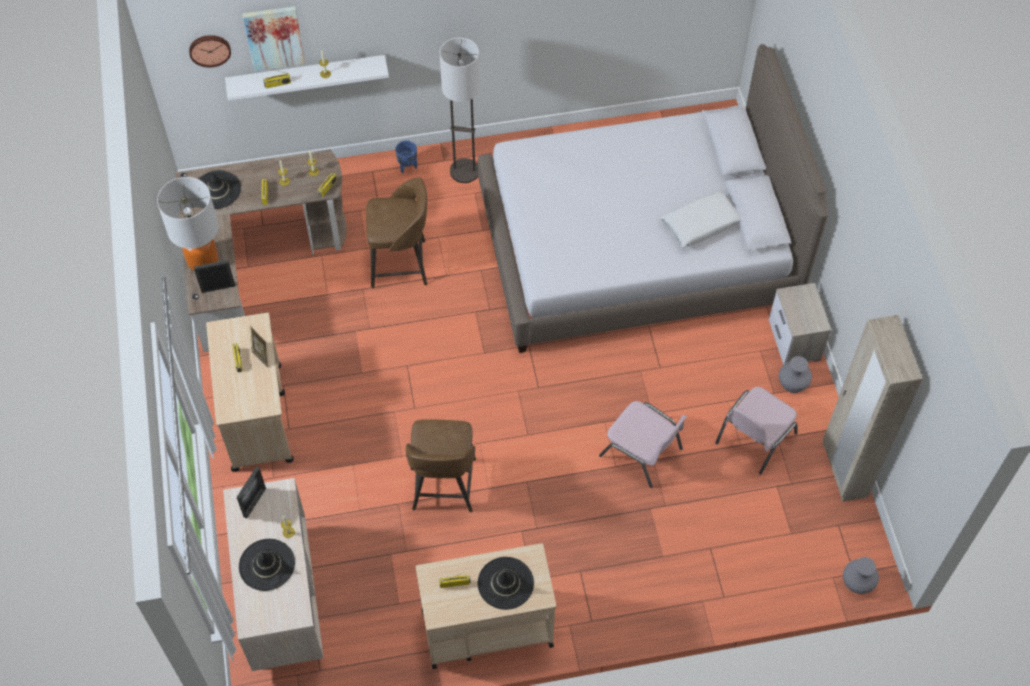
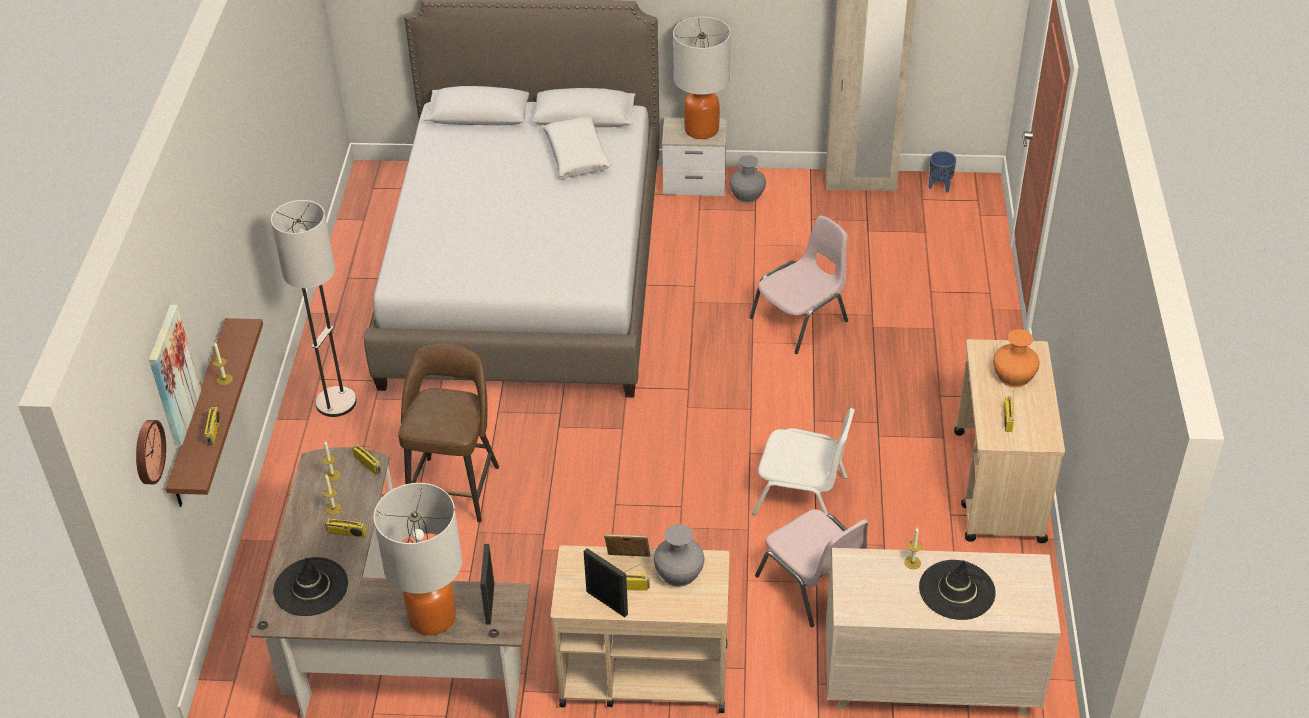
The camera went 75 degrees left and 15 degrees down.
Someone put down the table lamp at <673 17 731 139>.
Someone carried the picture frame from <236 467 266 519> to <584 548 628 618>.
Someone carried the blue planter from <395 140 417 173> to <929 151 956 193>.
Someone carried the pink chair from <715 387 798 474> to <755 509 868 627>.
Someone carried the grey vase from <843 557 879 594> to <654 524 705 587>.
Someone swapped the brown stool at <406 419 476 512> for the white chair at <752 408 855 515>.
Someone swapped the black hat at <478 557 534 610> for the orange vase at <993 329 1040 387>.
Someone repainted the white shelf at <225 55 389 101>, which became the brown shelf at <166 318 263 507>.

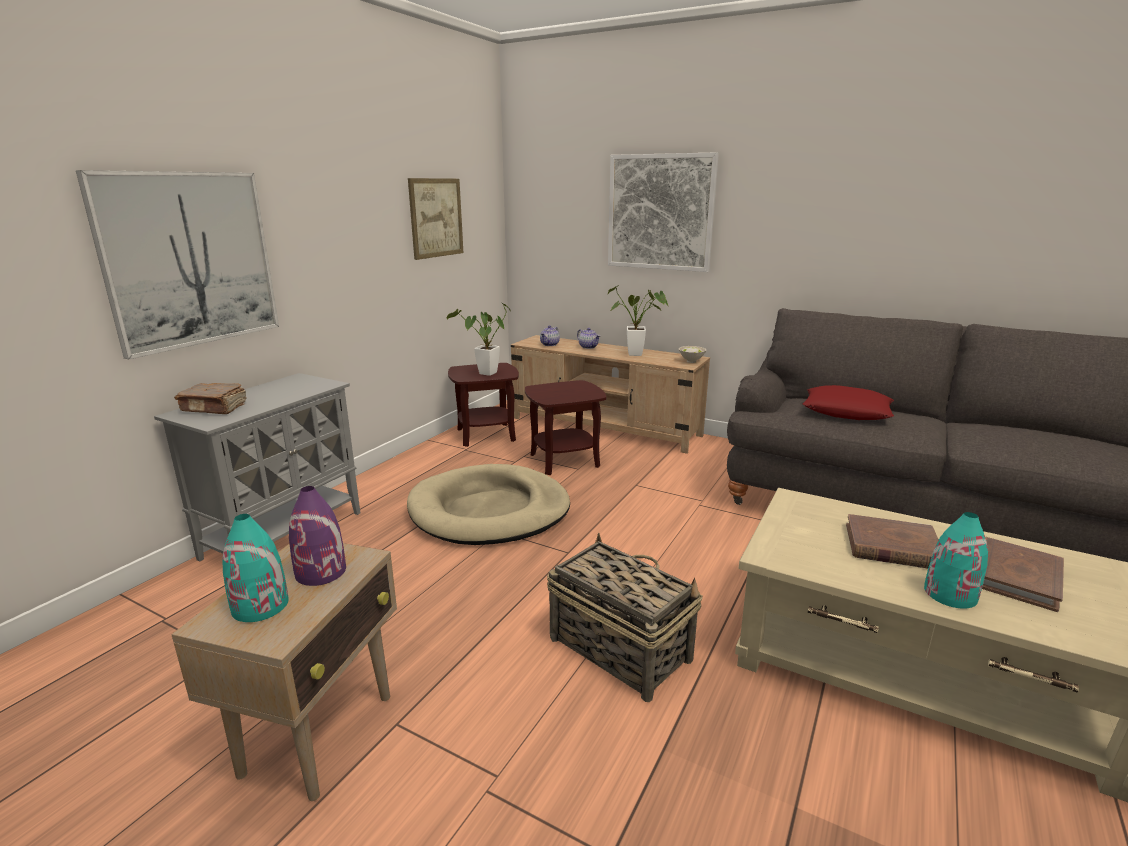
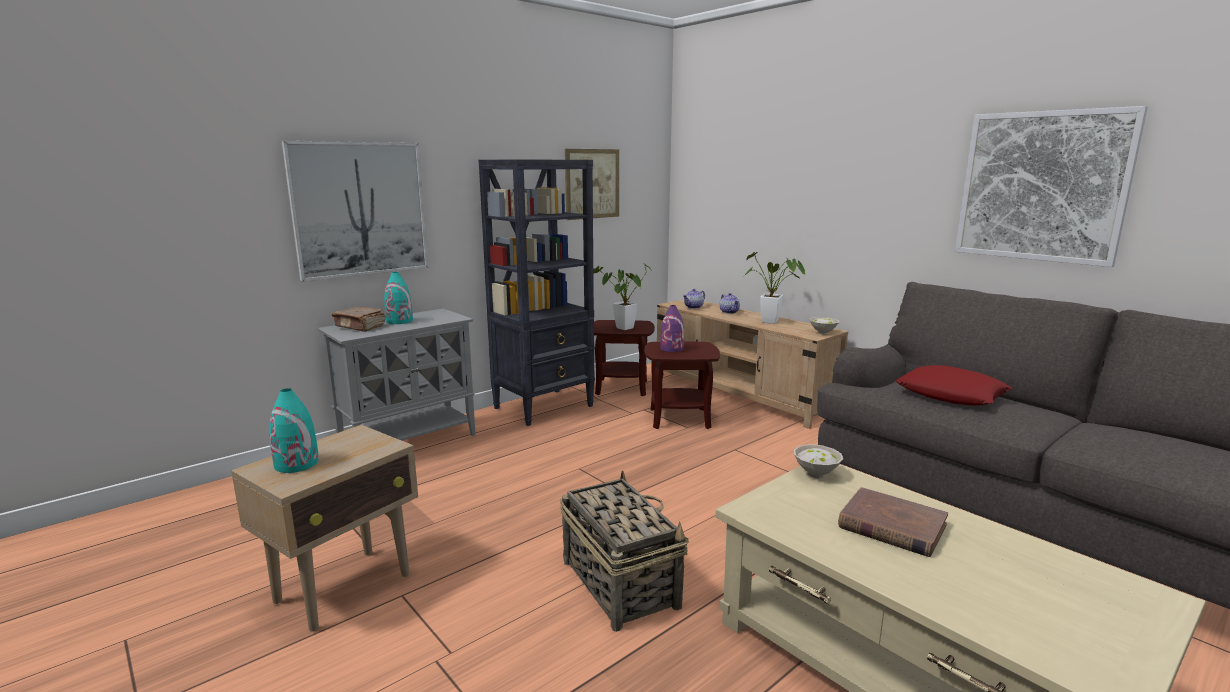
The camera went 20 degrees right and 5 degrees down.
Someone took away the beige dog bed at <407 464 570 545>.
Someone took away the brown book at <982 537 1064 612>.
Someone put down the black bookcase at <479 160 595 426>.
Someone put down the white bowl at <794 444 843 479>.
Someone carried the purple vase from <289 486 346 586> to <660 305 684 352>.
Someone carried the picture from <608 152 719 272> to <955 106 1148 267>.
Someone carried the turquoise vase from <924 512 988 609> to <384 272 413 324>.

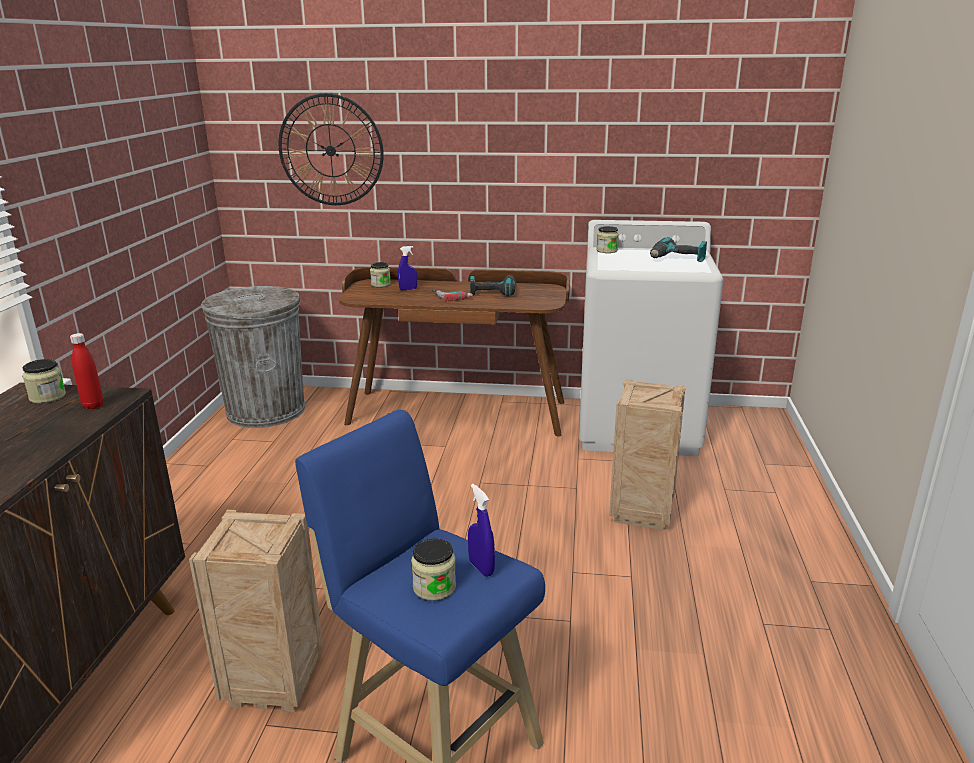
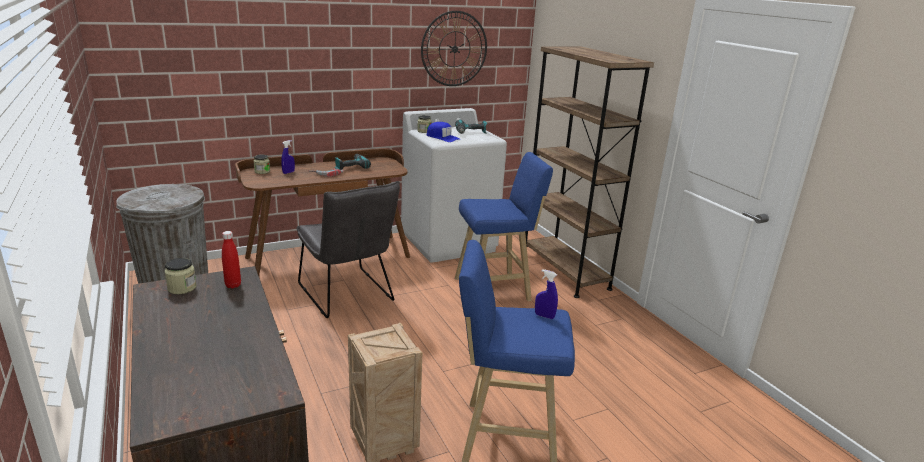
The camera went 35 degrees left and 0 degrees up.
Someone took away the jar at <411 538 456 601>.
Someone put down the grey chair at <297 181 400 318>.
Someone put down the blue cap at <427 122 460 142>.
Someone put down the brown bookcase at <525 46 654 298>.
Someone carried the wall clock from <279 93 384 205> to <421 11 487 86>.
Someone swapped the crate at <609 379 686 530> for the blue stool at <455 152 553 301>.

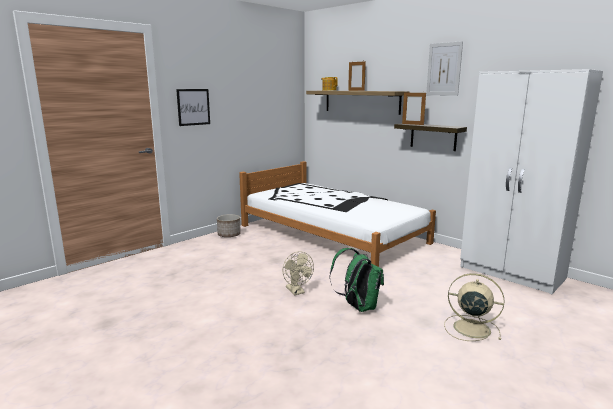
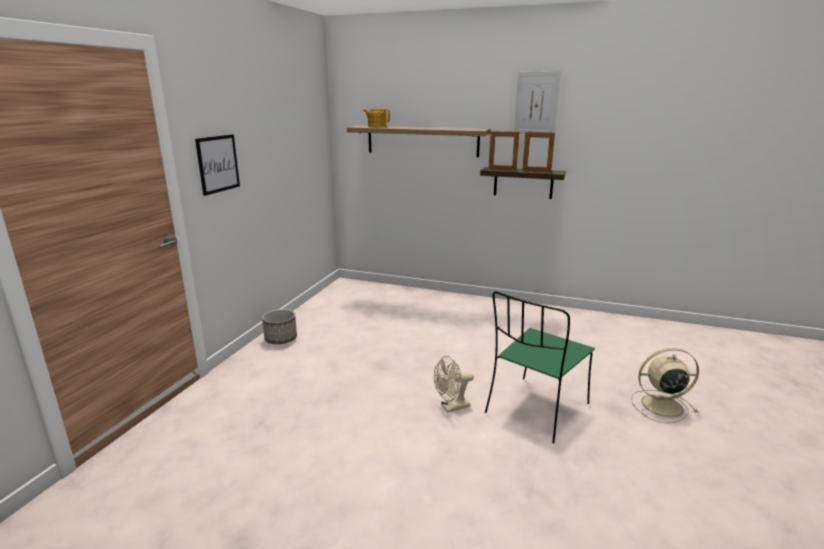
The camera went 25 degrees left and 5 degrees up.
Someone took away the white bed at <239 161 436 267>.
Someone took away the white wardrobe at <460 69 603 294>.
Someone carried the picture frame from <348 61 366 91> to <522 131 555 172>.
Someone swapped the green backpack at <330 248 384 312> for the green chair at <485 291 595 444>.
Someone rotated the beige fan at <282 251 314 295> by 120 degrees clockwise.

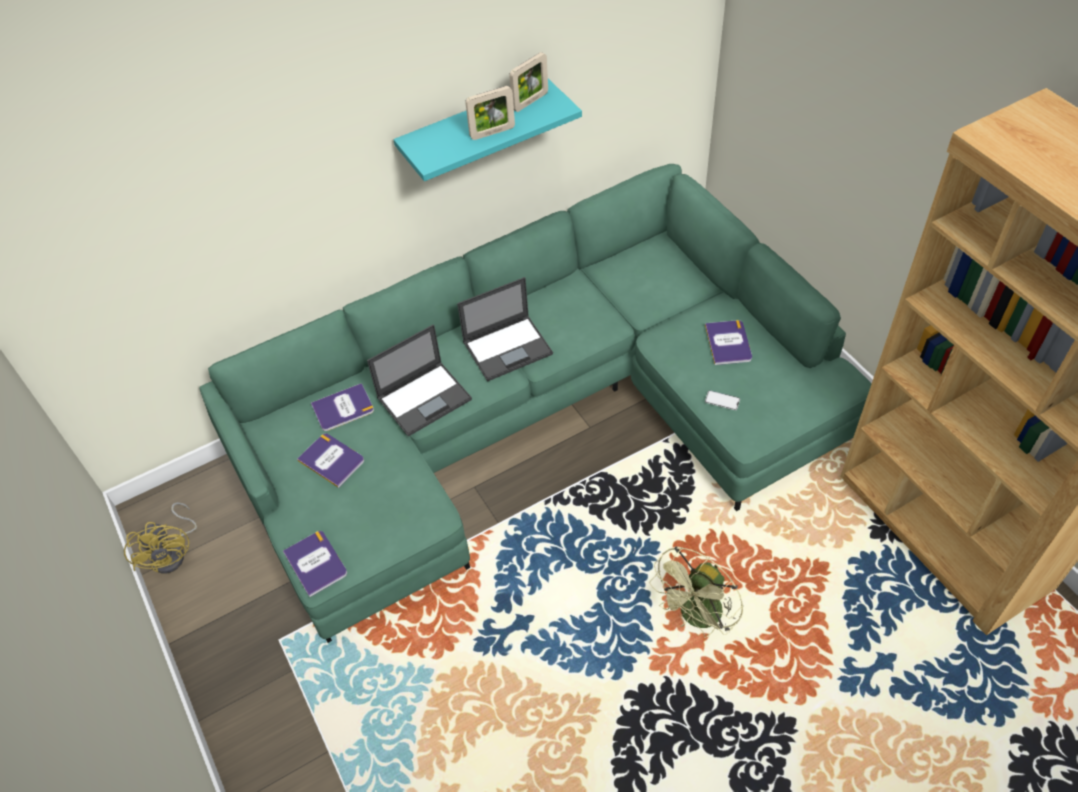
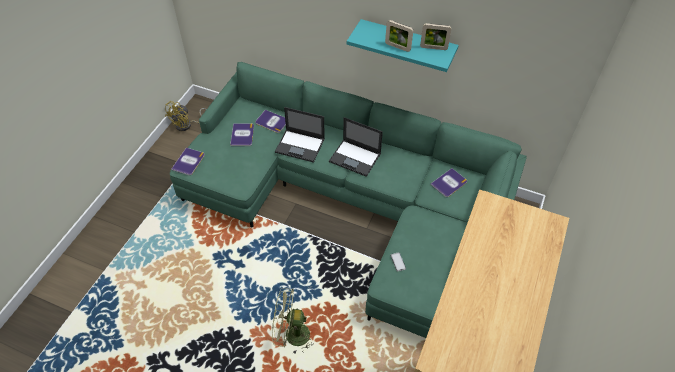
The camera went 50 degrees right and 0 degrees up.
Someone carried the book from <705 320 752 365> to <430 168 467 197>.

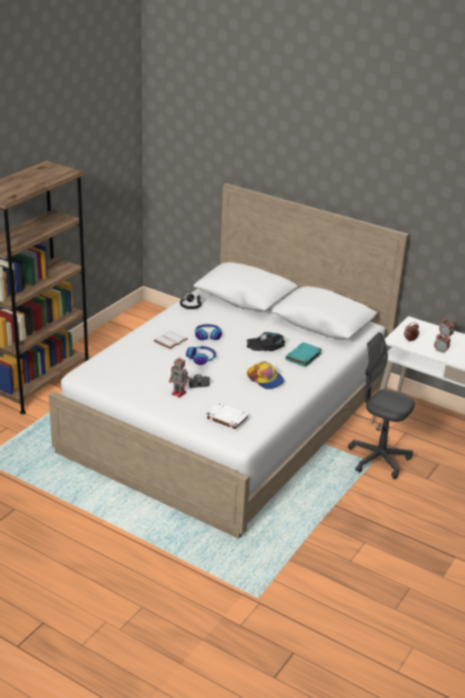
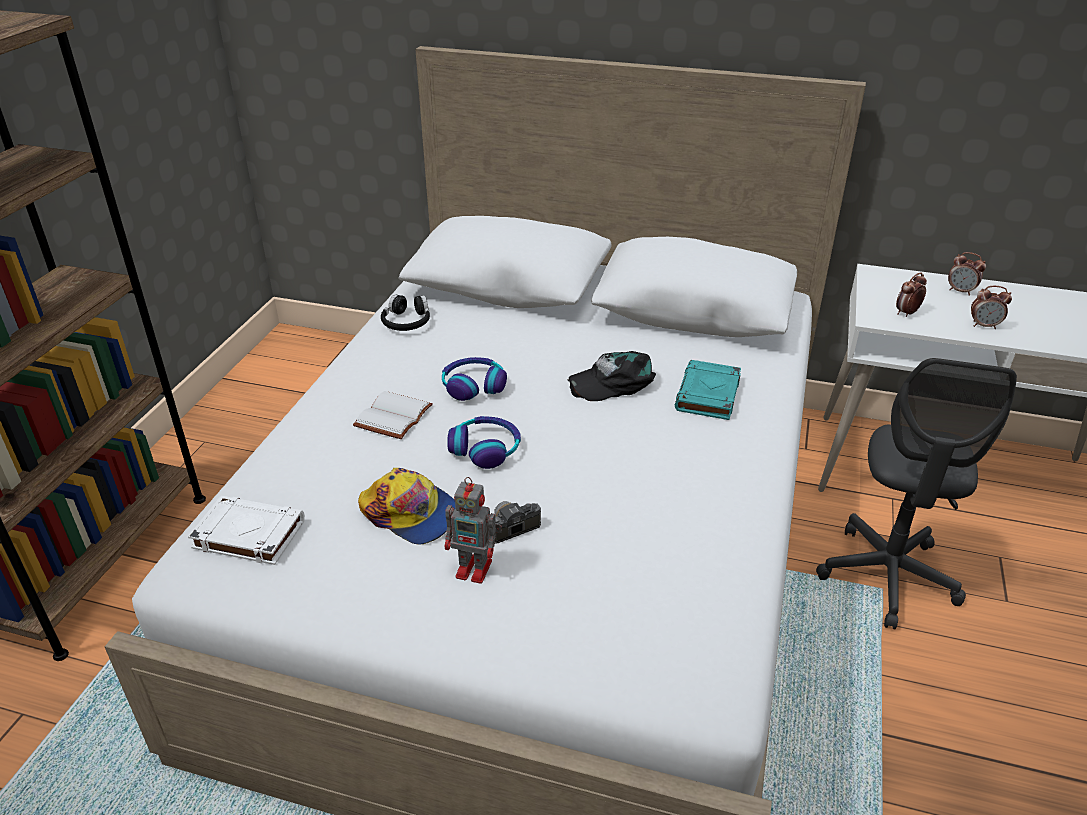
The camera went 15 degrees left and 5 degrees up.
Someone carried the white book from <206 402 250 431> to <188 496 305 565>.
Someone carried the cap from <247 361 284 389> to <358 468 455 545>.
Someone rotated the grey office chair at <348 332 415 479> by 90 degrees counterclockwise.

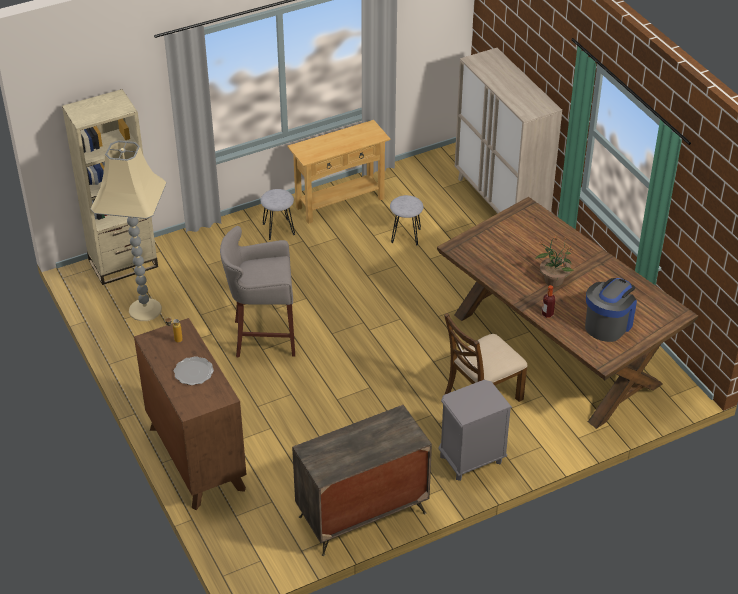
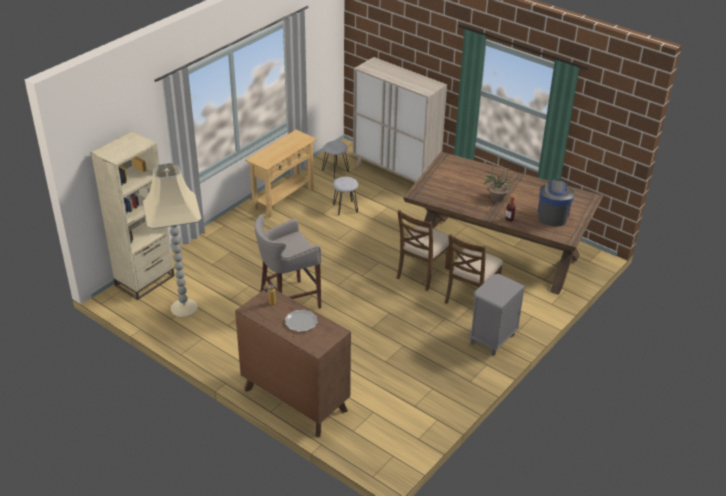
The camera went 25 degrees left and 5 degrees down.
Someone took away the dresser at <292 405 432 556>.
Someone put down the brown chair at <397 210 450 291>.
Someone carried the grey stool from <261 189 295 240> to <322 141 349 179>.

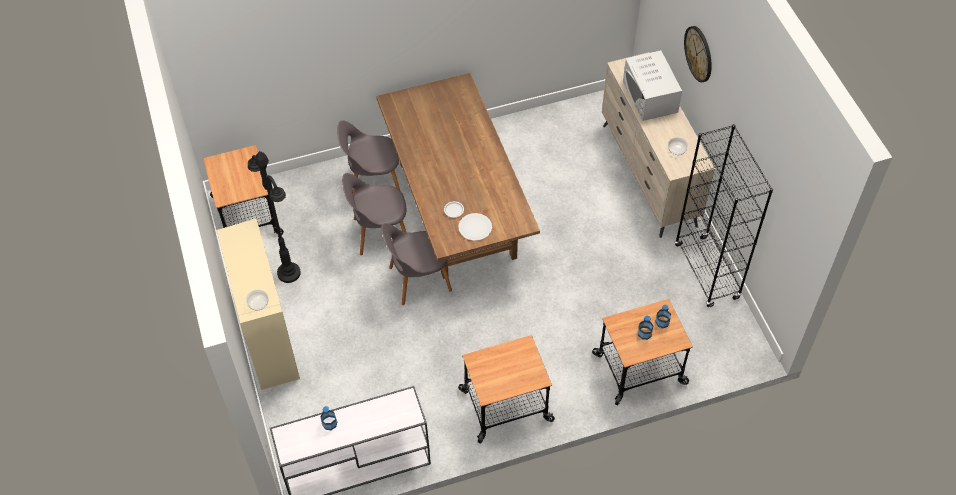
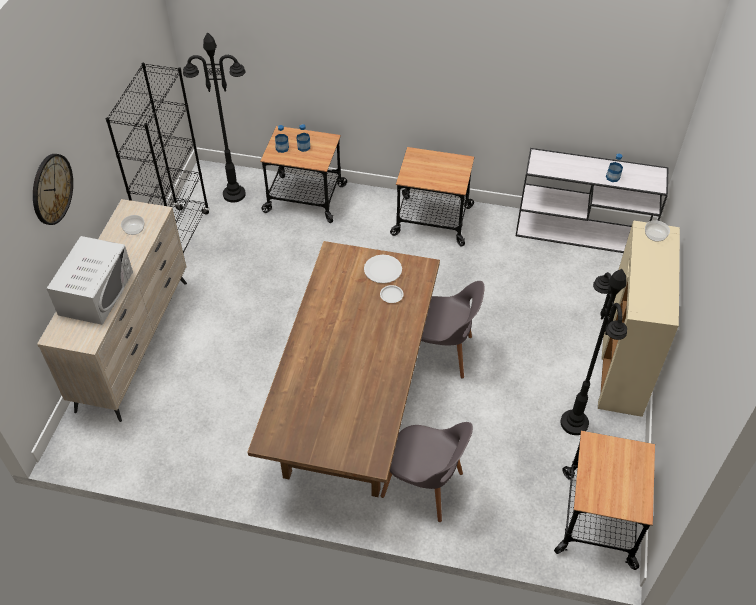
The camera went 150 degrees left and 5 degrees down.
Someone took away the grey chair at <342 173 406 255>.
Someone put down the black floor lamp at <183 32 246 203>.

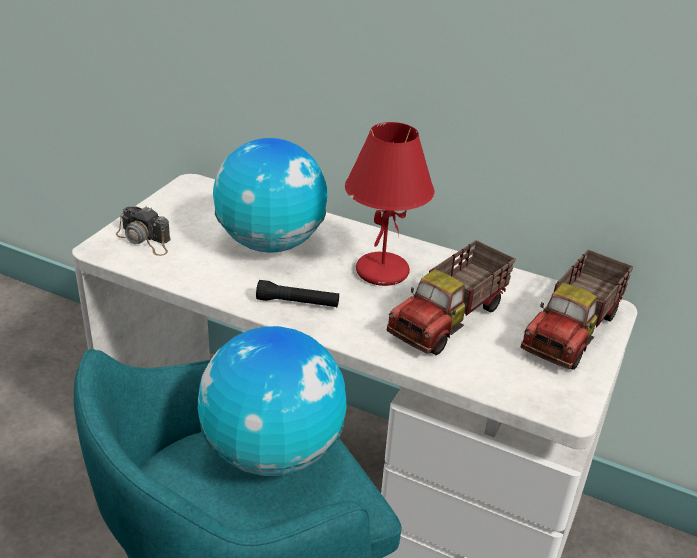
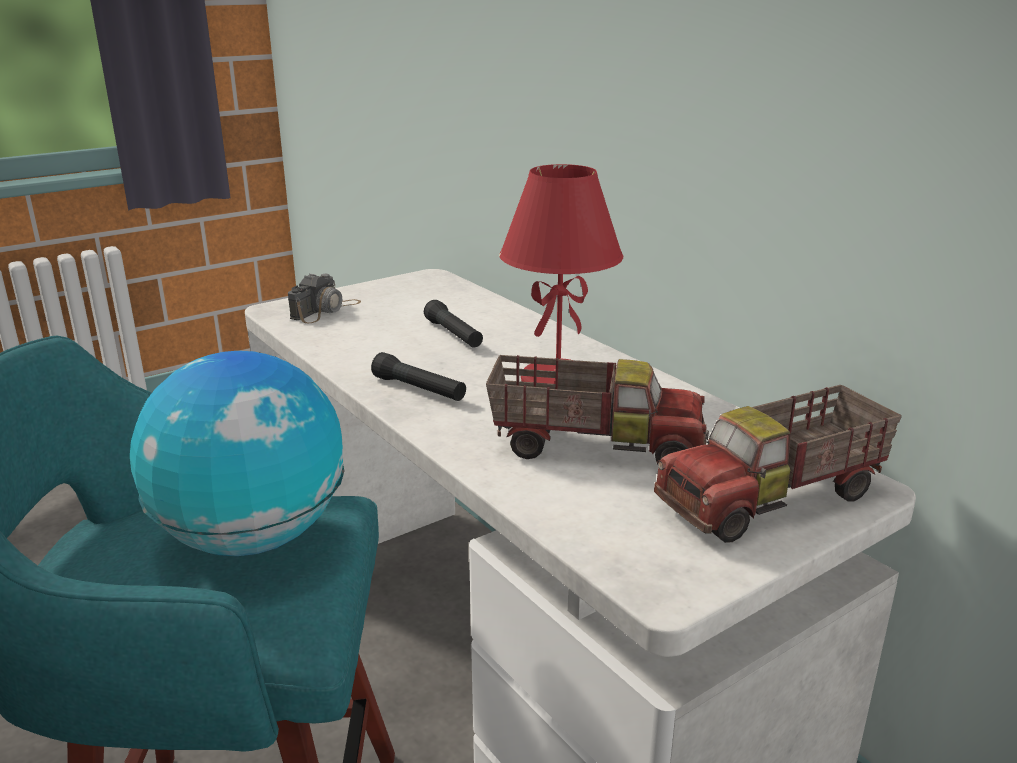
The camera went 30 degrees right and 10 degrees down.
Someone swapped the globe at <213 138 328 253> for the black flashlight at <424 300 483 348>.
Someone rotated the photo camera at <116 206 171 256> by 120 degrees counterclockwise.
Someone rotated the toy truck at <387 240 516 355> by 150 degrees counterclockwise.

